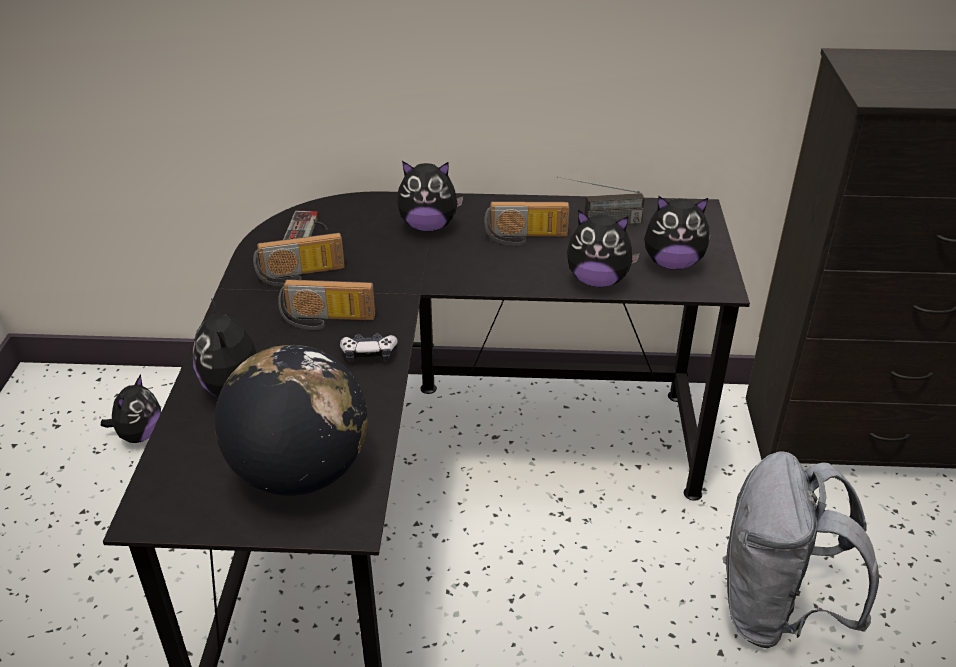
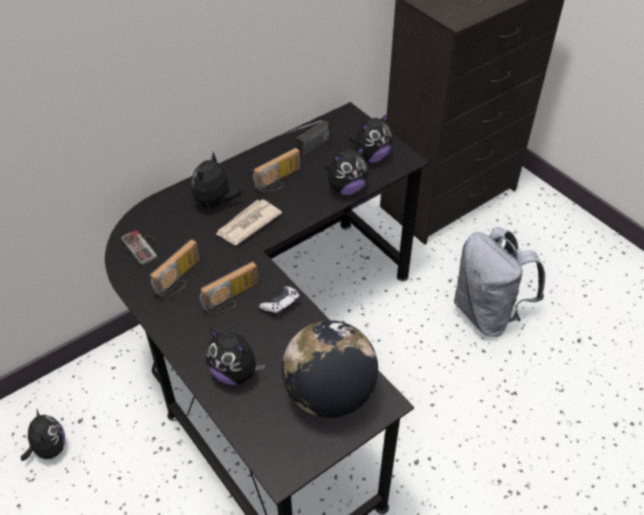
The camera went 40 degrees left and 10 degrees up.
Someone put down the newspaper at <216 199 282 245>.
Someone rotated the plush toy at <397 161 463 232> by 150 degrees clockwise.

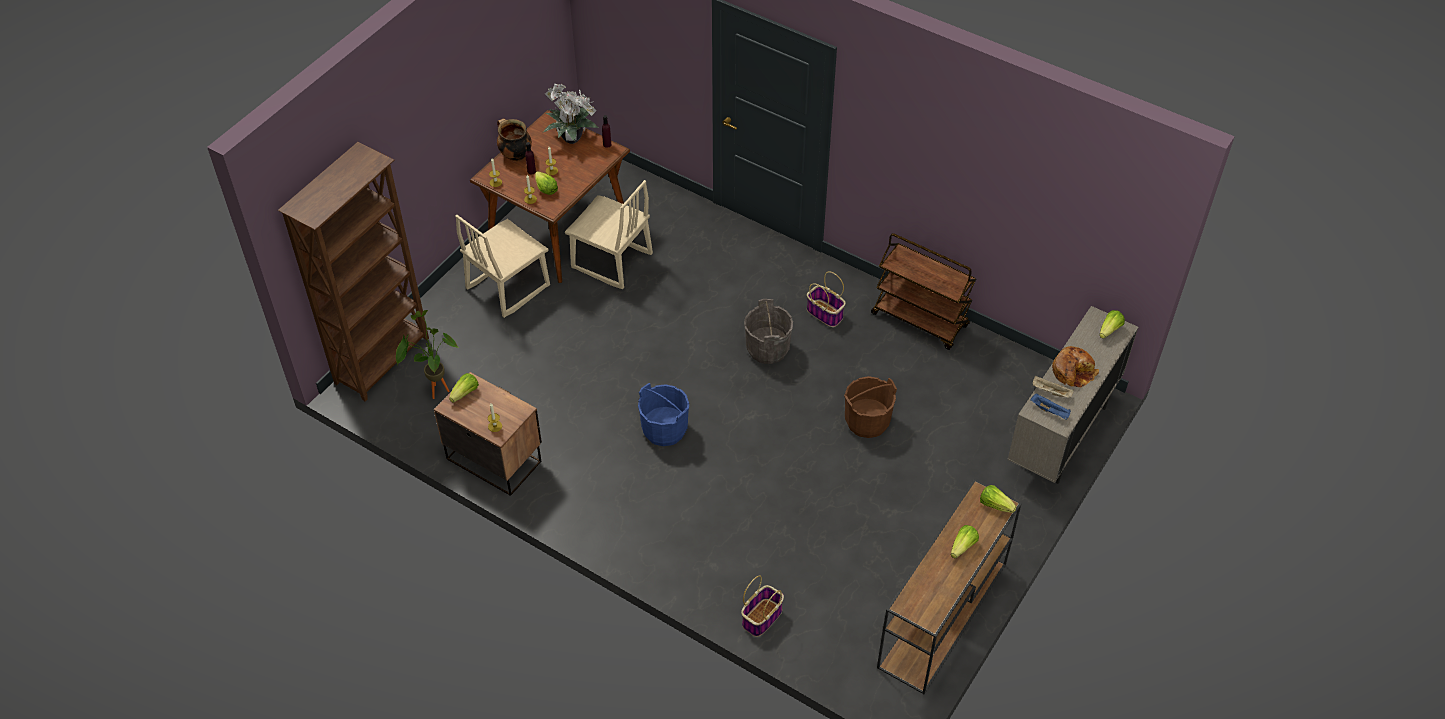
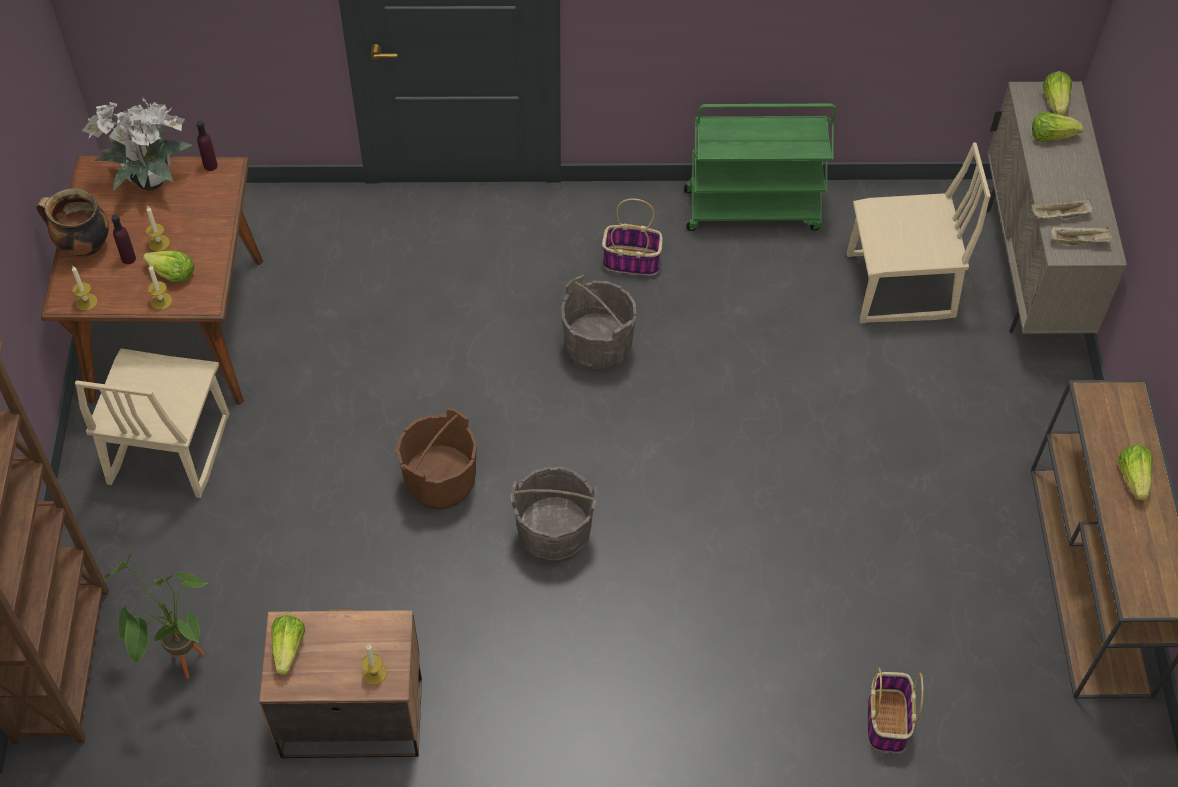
The camera went 35 degrees left and 5 degrees up.
Someone took away the bread at <1052 346 1099 388>.
Someone carried the beige chair from <565 180 653 290> to <847 143 991 323>.
Someone carried the brown bucket from <844 376 897 438> to <396 408 477 510>.
Someone carried the lettuce from <980 485 1016 513> to <1032 111 1083 142>.
Someone repainted the blue bucket at <638 383 689 446>, which became the grey bucket at <511 466 598 563>.
Someone repainted the brown cart at <871 233 976 350>, which became the green cart at <684 104 836 231>.
Someone repainted the blue tray at <1030 393 1071 420>, which became the beige tray at <1051 226 1113 245>.

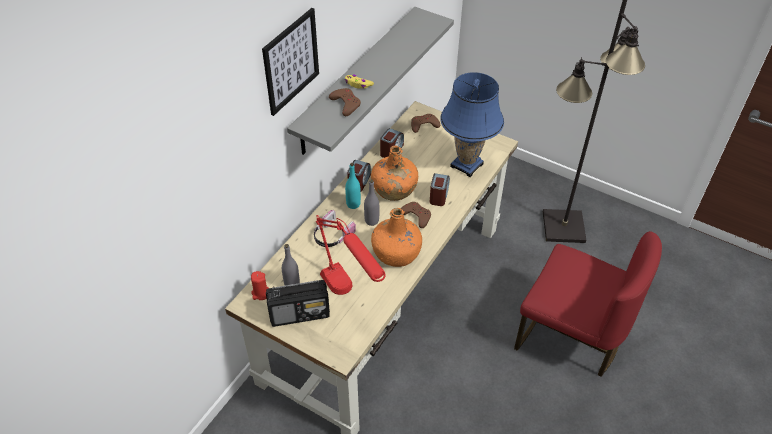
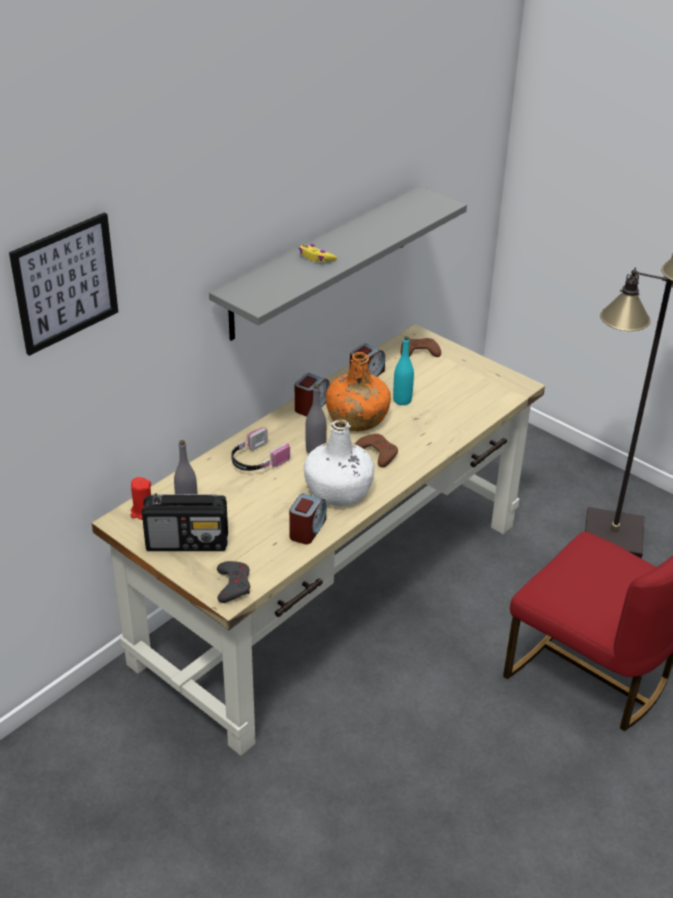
The camera went 10 degrees right and 10 degrees down.
Someone took away the red table lamp at <316 215 385 295>.
Someone took away the brown game controller at <329 88 361 116>.
Someone took away the blue table lamp at <440 72 504 177>.
Someone put down the grey game controller at <217 561 250 603>.
Someone carried the picture from <262 8 319 116> to <9 212 118 356>.
Someone carried the turquoise bottle from <345 163 361 209> to <393 336 414 405>.
Someone carried the alarm clock from <430 173 450 206> to <289 493 327 544>.
Someone repainted the orange bottle at <371 208 422 267>, which became the white bottle at <304 419 374 506>.

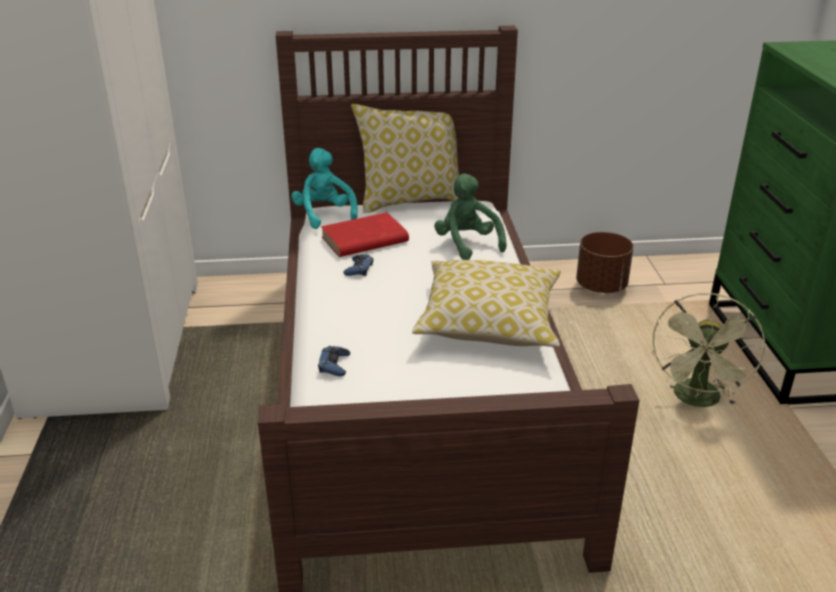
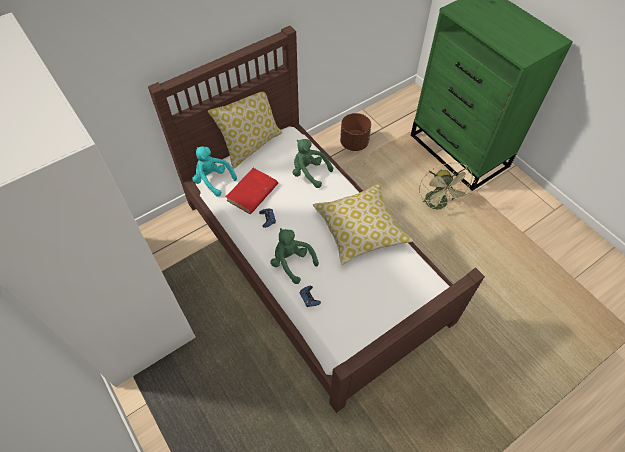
The camera went 30 degrees left and 25 degrees up.
Someone put down the green plush toy at <270 228 319 284>.

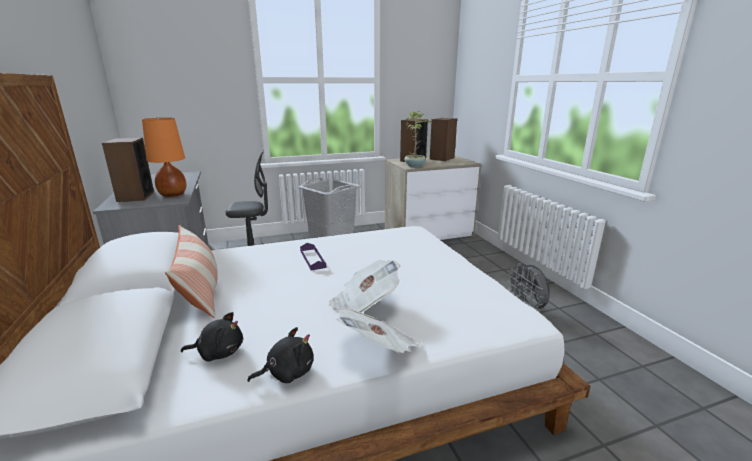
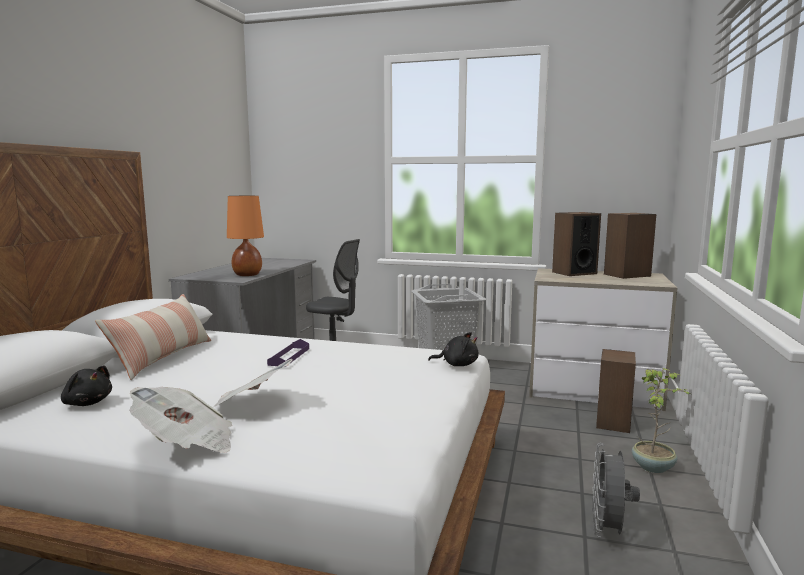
The camera went 35 degrees right and 10 degrees down.
Someone carried the speaker from <102 138 154 202> to <596 349 636 433>.
Someone carried the black plush toy from <247 327 314 383> to <428 332 479 366>.
Someone carried the potted plant from <404 111 432 168> to <632 368 689 473>.

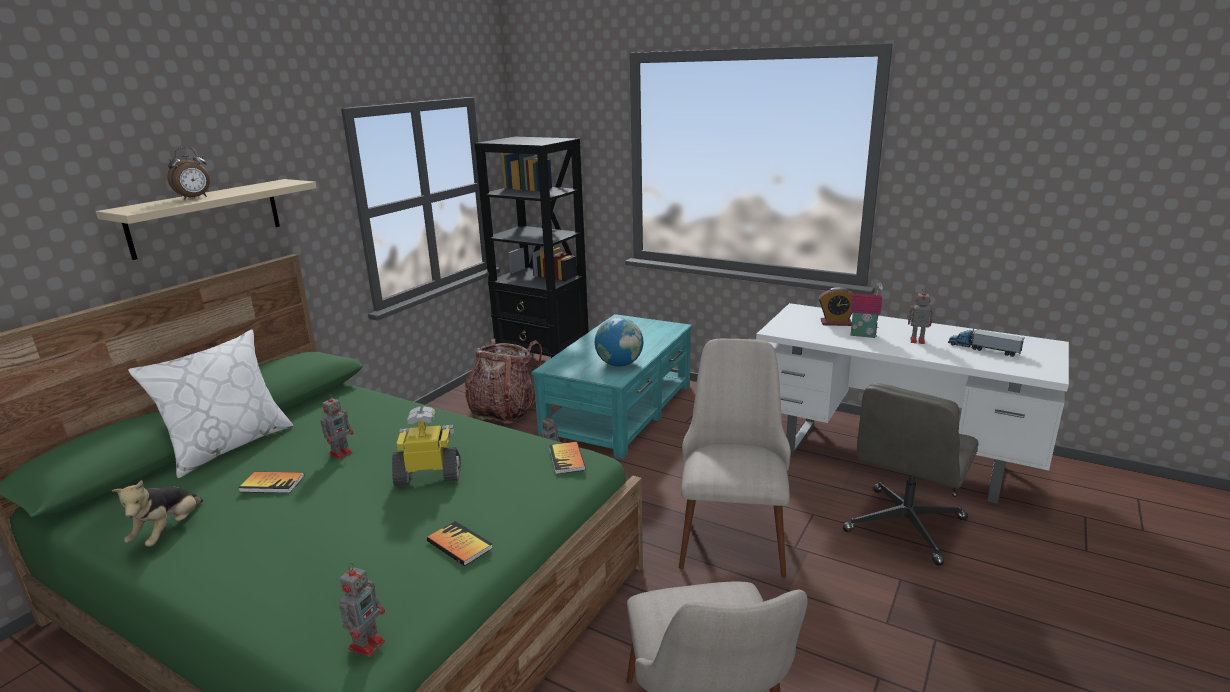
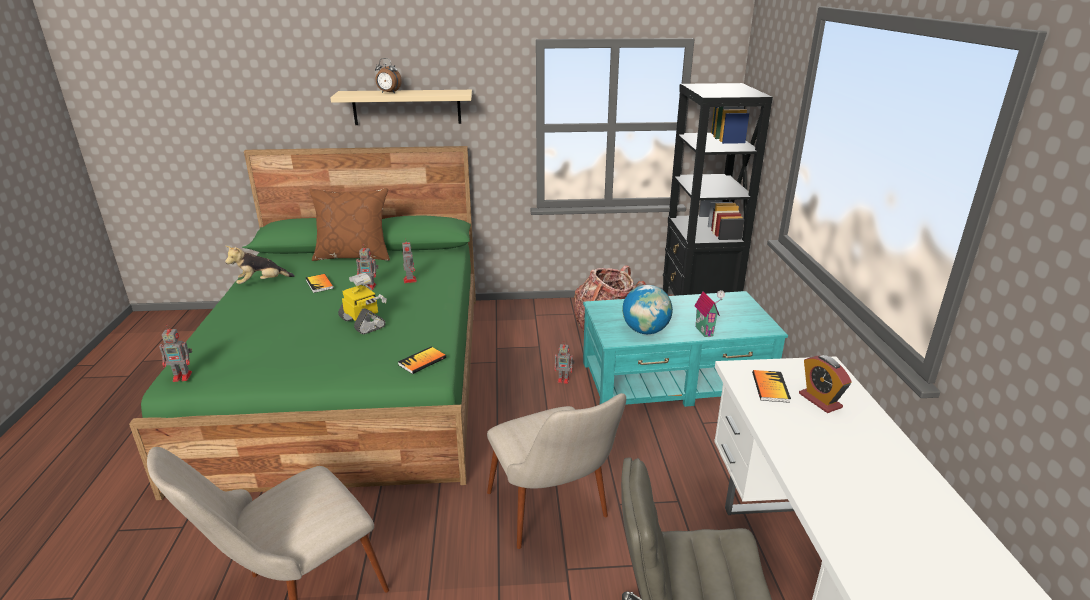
The camera went 55 degrees right and 5 degrees up.
Someone took away the toy truck at <948 328 1024 357>.
Someone carried the book from <427 521 493 566> to <752 370 791 403>.
Someone carried the toy house from <850 282 883 338> to <694 290 725 337>.
Someone carried the toy robot from <907 288 934 344> to <402 242 417 283>.
Someone repainted the white pillow at <128 330 294 478>, which became the brown pillow at <310 188 390 261>.
Someone rotated the beige chair at <679 339 791 578> by 90 degrees clockwise.

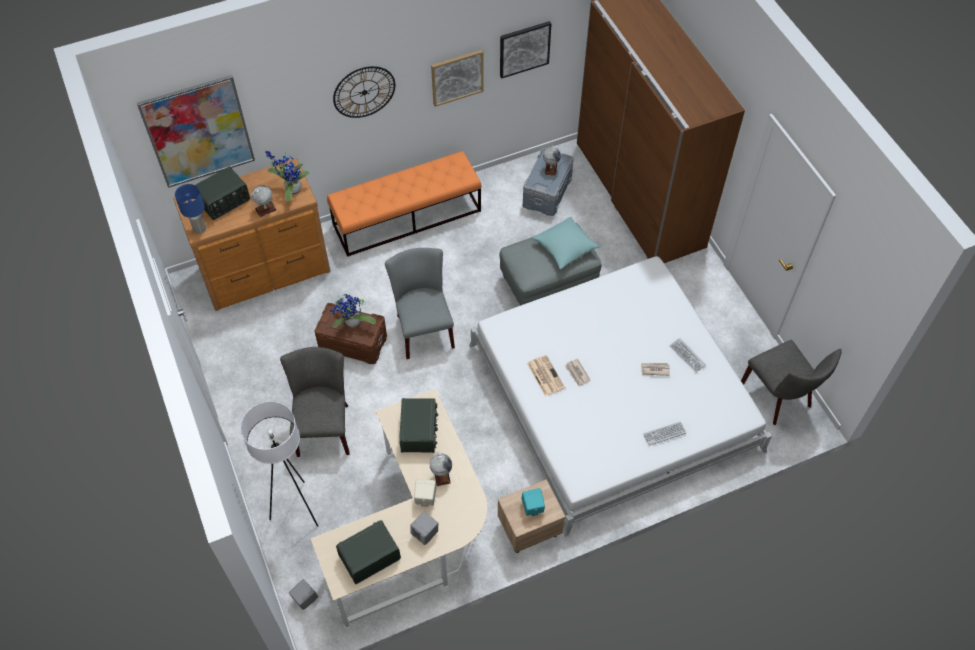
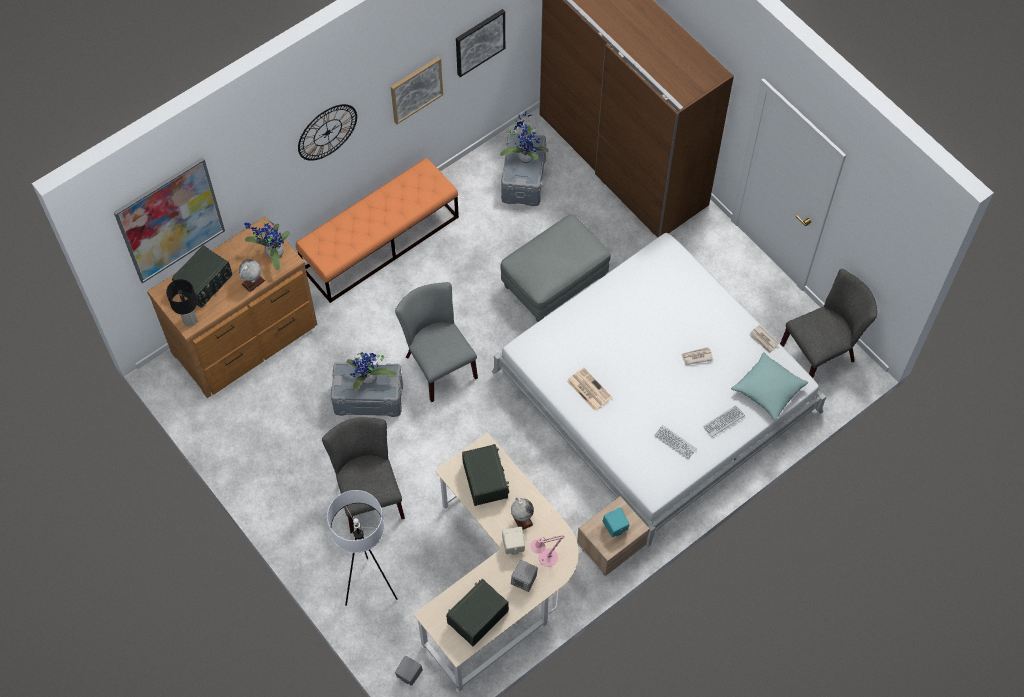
The camera went 15 degrees left and 5 degrees up.
Someone put down the pink table lamp at <530 535 564 567>.
Someone carried the turquoise pillow from <532 217 600 270> to <731 352 809 421>.
Someone carried the newspaper from <565 359 590 387> to <749 325 779 353>.
Someone carried the keyboard from <670 338 706 373> to <654 425 697 460>.
Someone swapped the globe at <543 145 561 176> for the potted plant at <500 111 548 163>.
Someone repainted the blue table lamp at <175 184 206 234>, which became the black table lamp at <166 279 197 327>.
Someone repainted the brown storage box at <314 303 387 364>, which became the grey storage box at <331 362 403 417>.
Someone rotated the grey chair at <741 340 842 425> by 75 degrees counterclockwise.

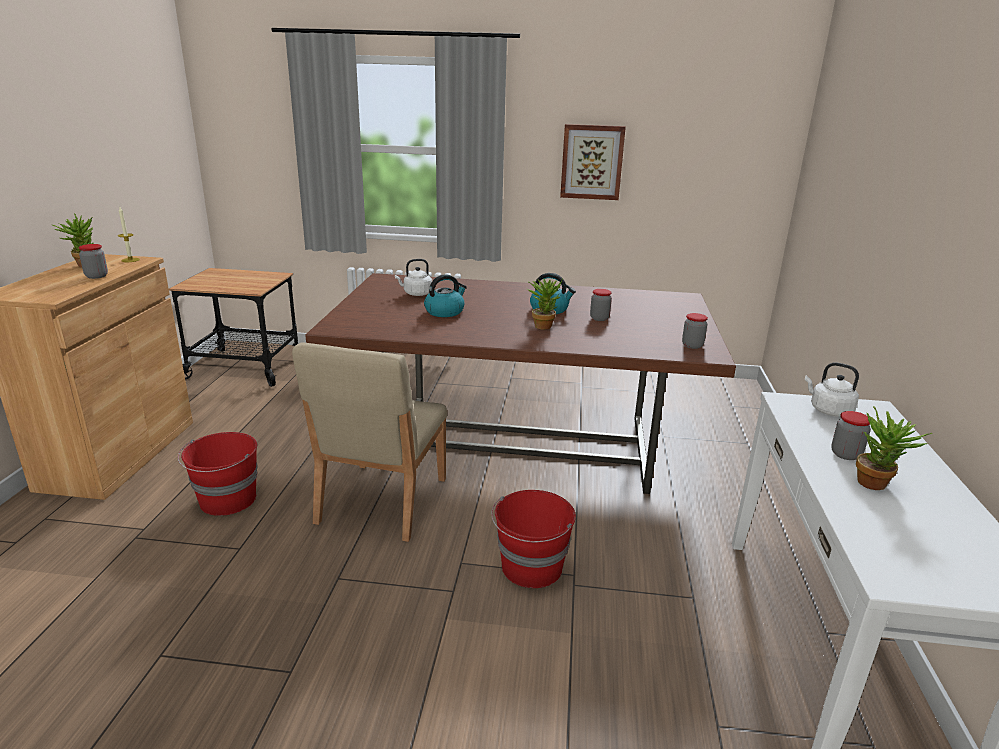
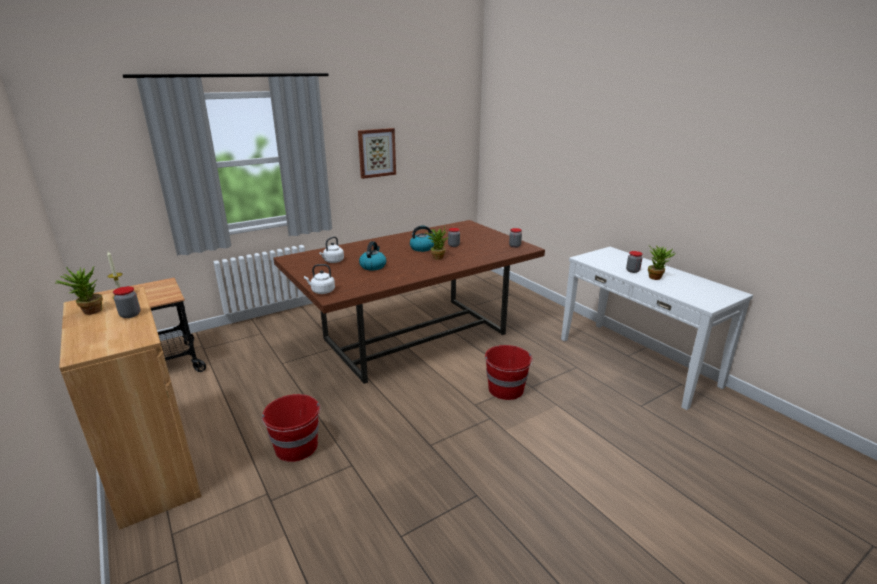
The camera went 40 degrees left and 0 degrees up.
Someone took away the beige chair at <292 342 447 542>.
Someone carried the white kettle from <805 362 859 417> to <304 264 335 294>.

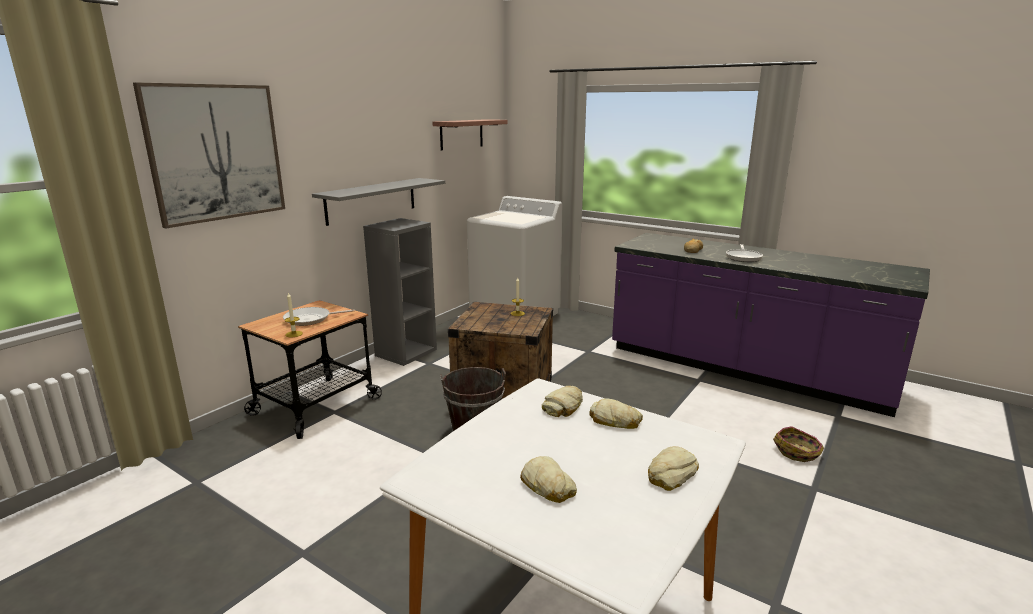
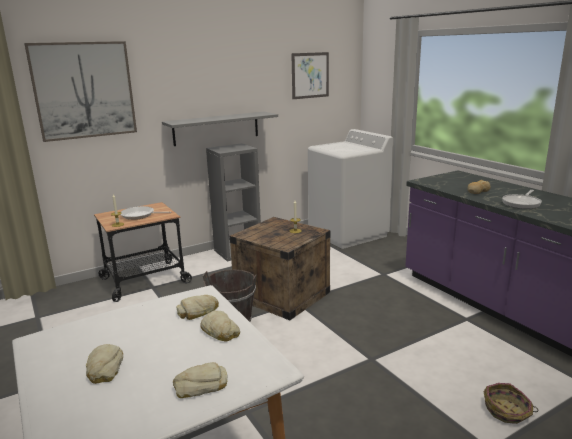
The camera went 25 degrees right and 0 degrees up.
Someone swapped the shelf at <433 119 508 150> for the picture at <291 52 329 99>.

